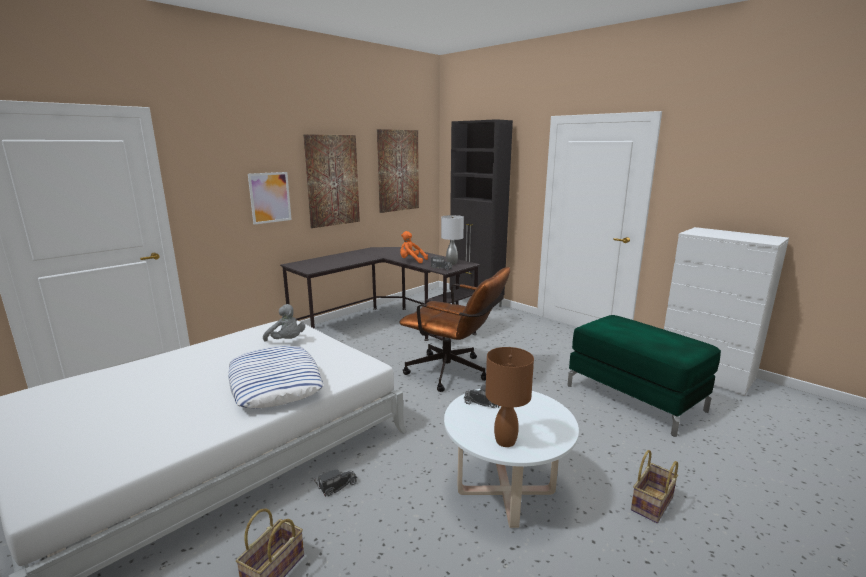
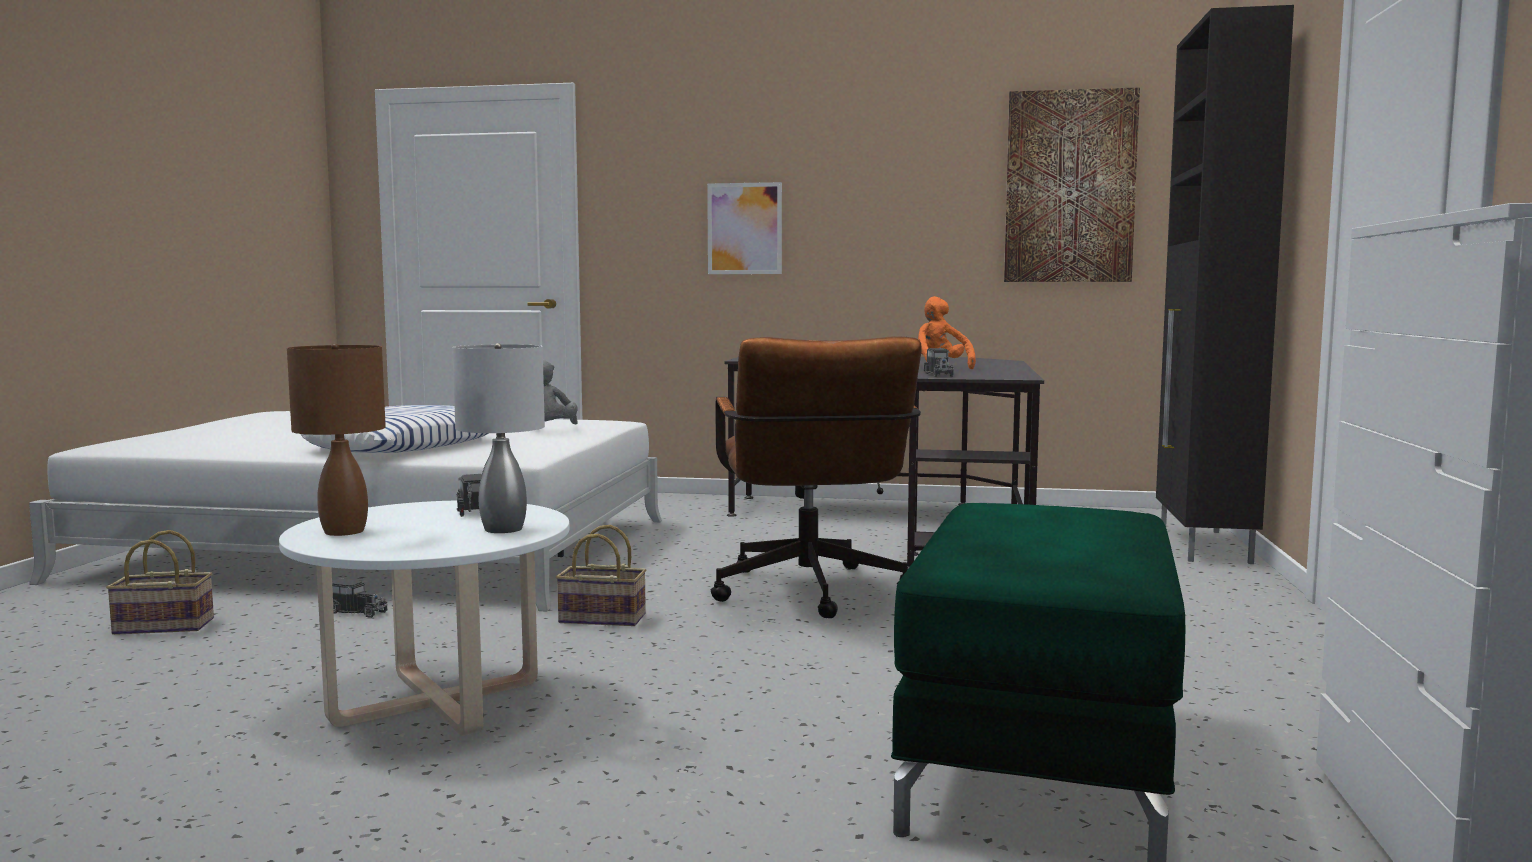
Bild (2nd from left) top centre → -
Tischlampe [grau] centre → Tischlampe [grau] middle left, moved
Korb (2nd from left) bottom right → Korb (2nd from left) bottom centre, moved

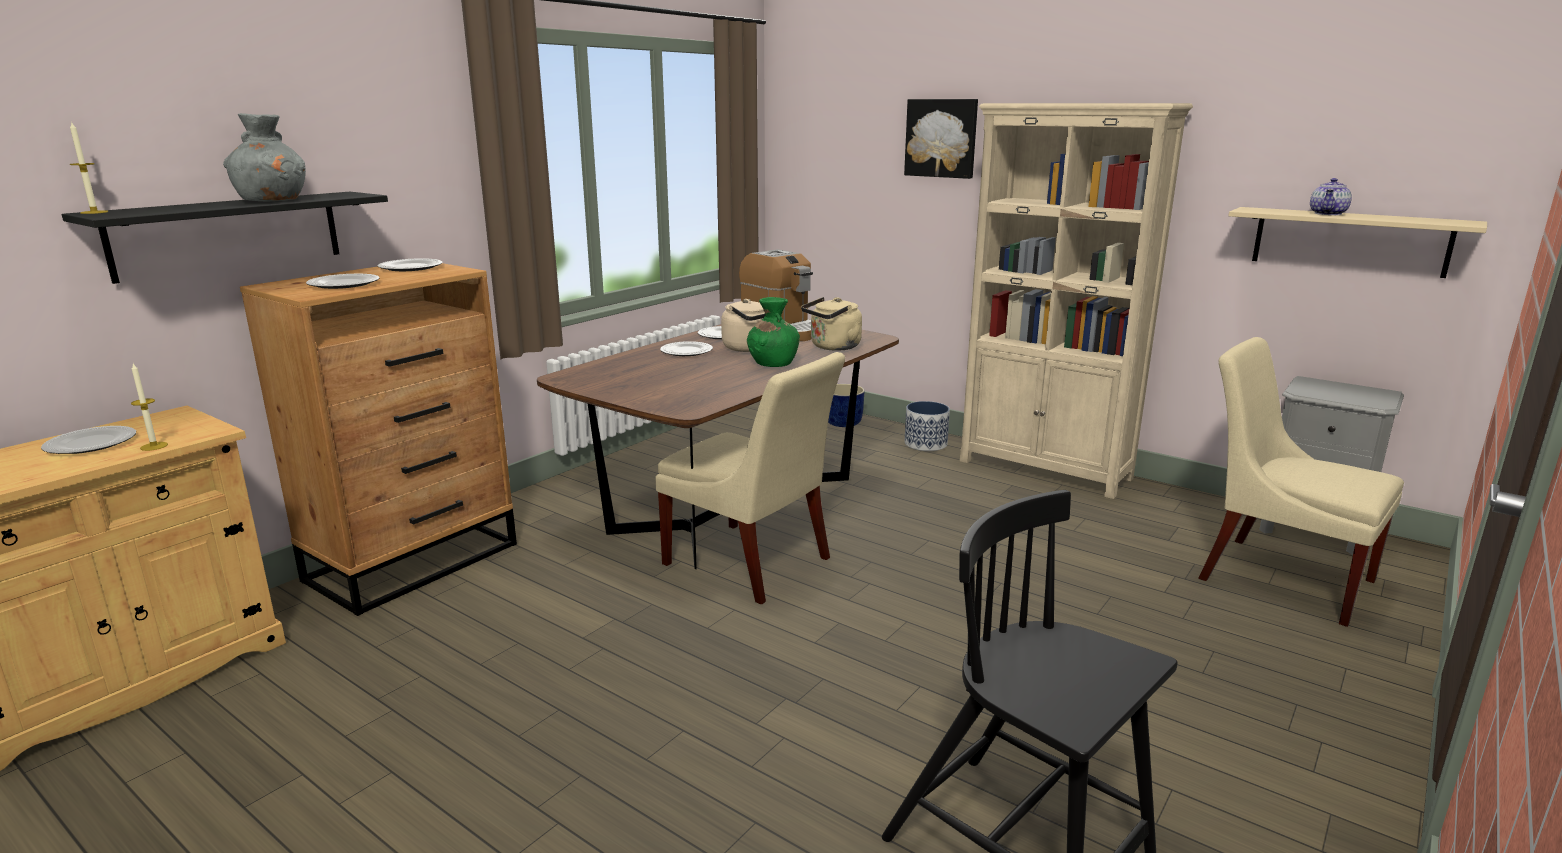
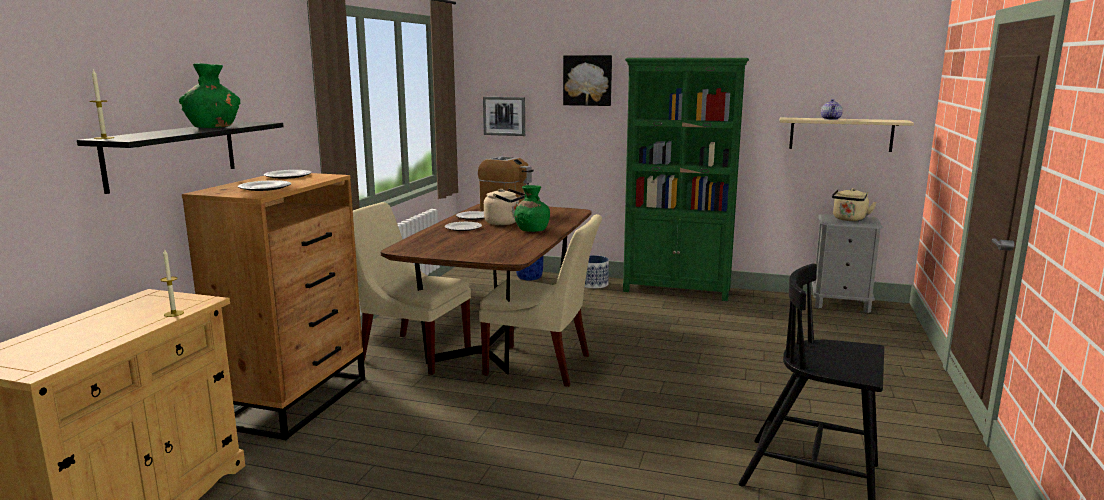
Teller (1st from left) middle left → -
- → Bild (1st from left) top centre
Wasserkessel [beige] (2nd from left) centre → Wasserkessel [beige] (2nd from left) middle right, moved
Stuhl [beige] (2nd from left in the first image) middle right → Stuhl [beige] (1st from left) centre, moved
Vase [grau] top left → Vase [grün] (1st from left) top left
Bücherregal [beige] middle right → Bücherregal [grün] centre

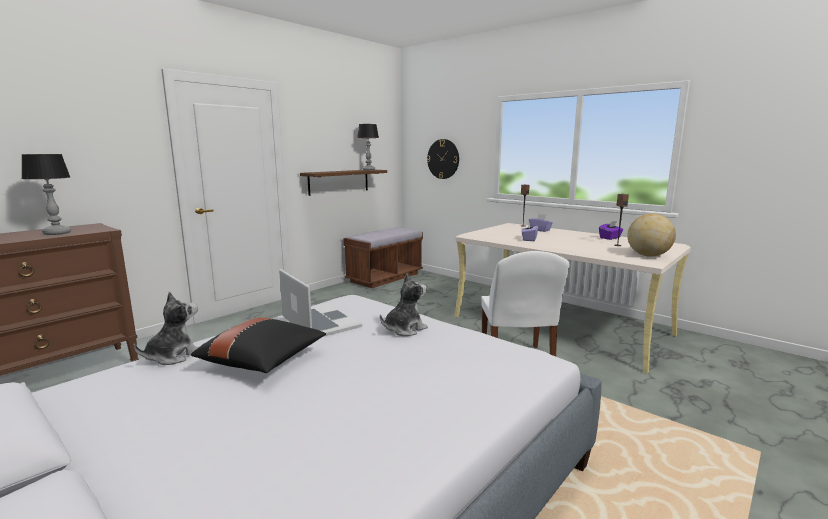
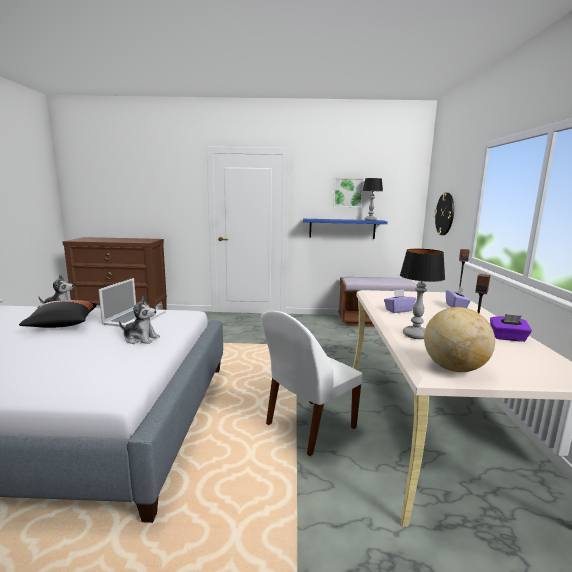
- → Bild centre
Tischlampe (1st from left in the first image) middle left → Tischlampe (2nd from left) middle right, moved
Wandregal [braun] centre → Wandregal [blau] centre

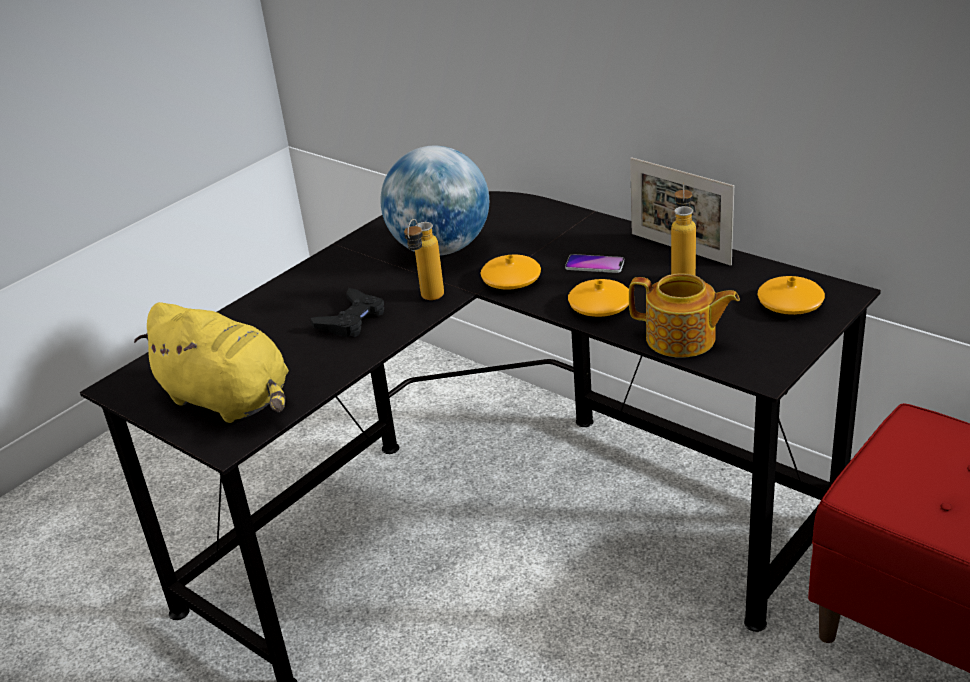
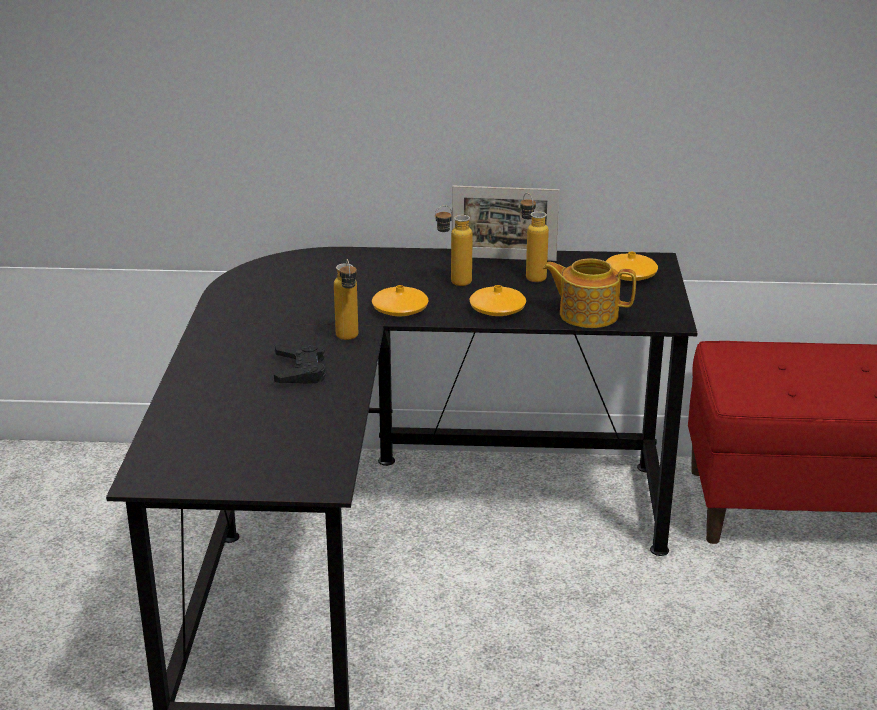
Plüschtier [gelb] middle left → -
Globus top centre → -
Handy centre → Flasche (2nd from left) centre
Teekanne middle right, 150 degrees counterclockwise

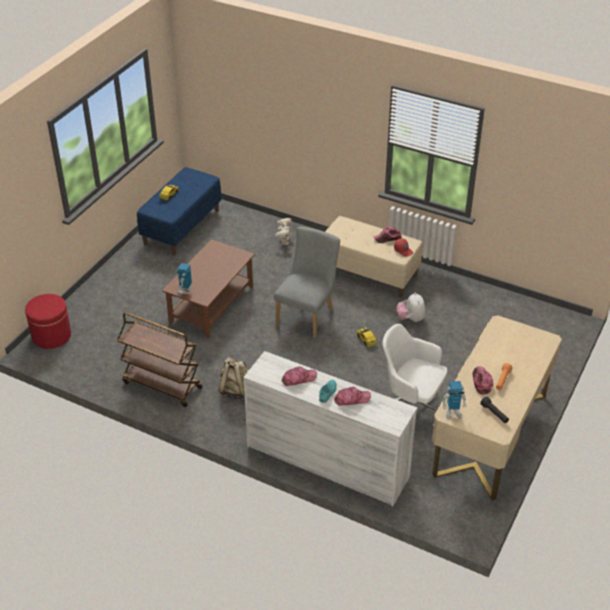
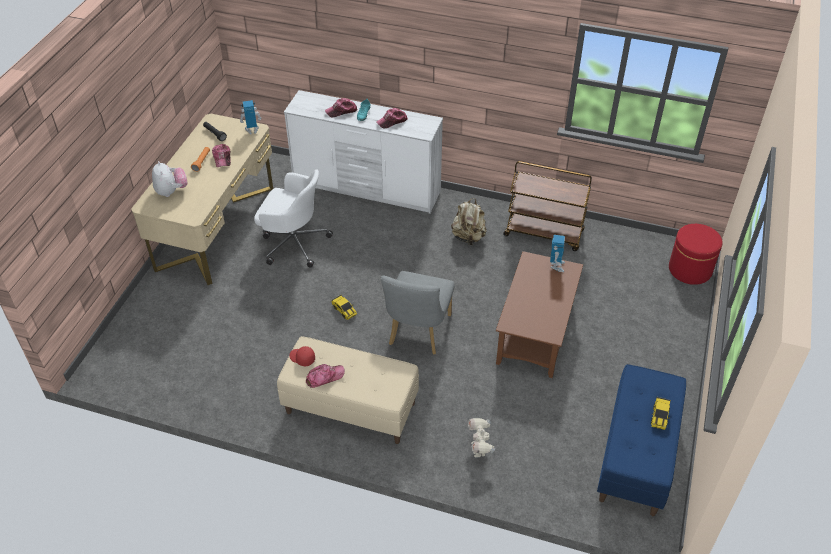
Plüschtier middle right → Plüschtier top left, moved

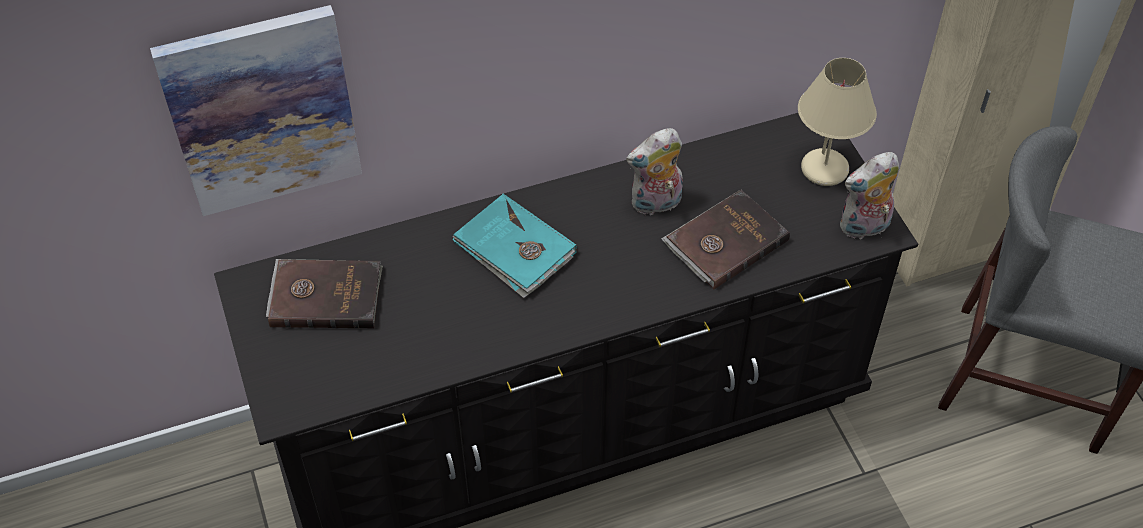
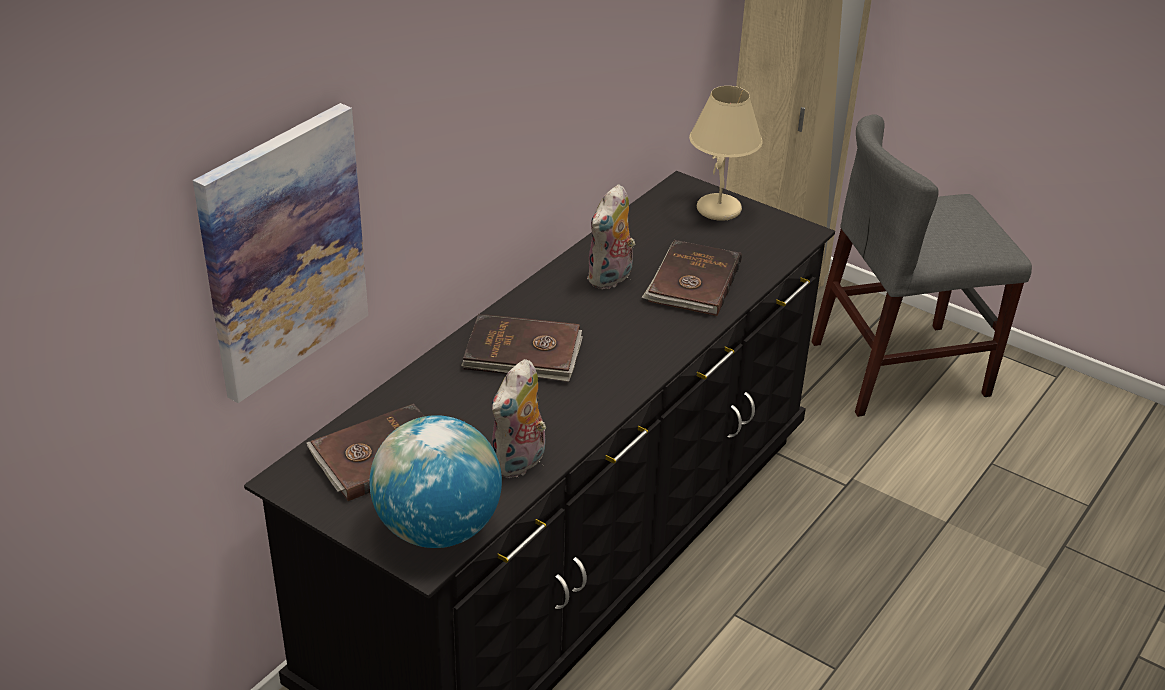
- → Globus bottom centre
Plüschtier (2nd from left in the first image) middle right → Plüschtier (1st from left) centre, moved
Buch [türkis] centre → Buch [braun] (2nd from left) centre

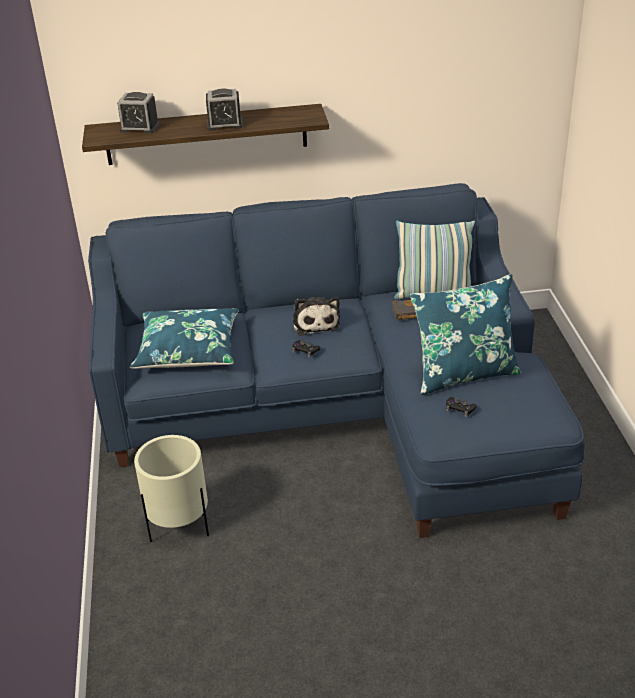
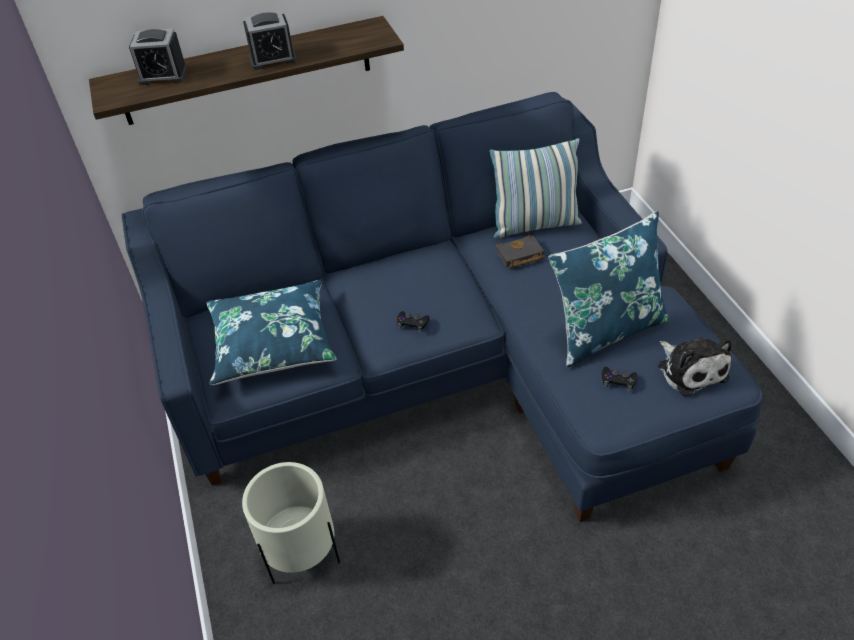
Plüschtier centre → Plüschtier middle right, moved

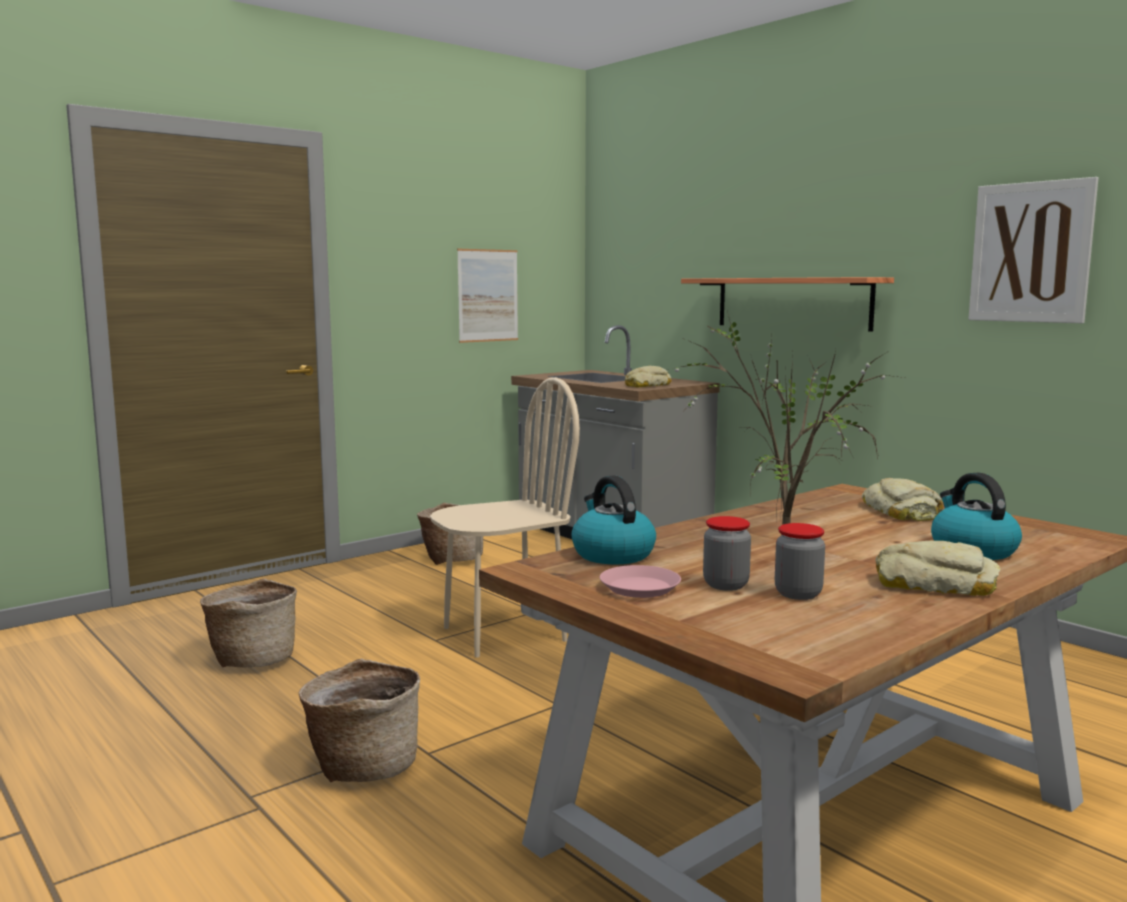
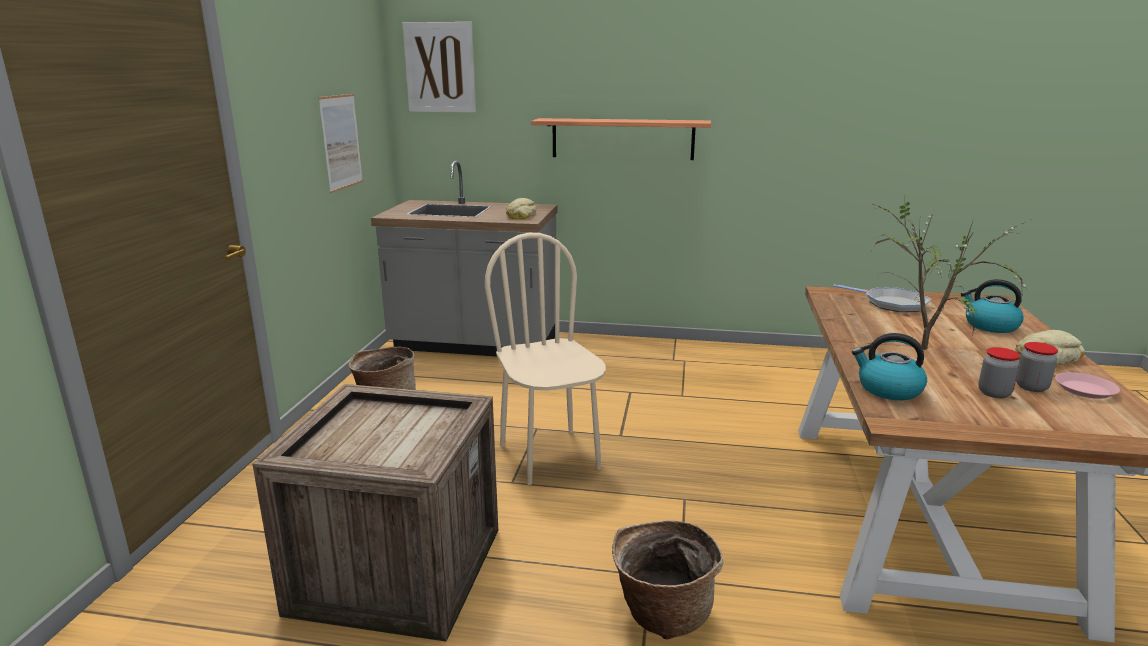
Teller [rosa] centre → Teller [rosa] middle right, moved
Bild (2nd from left) top right → Bild (2nd from left) top centre, moved
Korb (1st from left) bottom left → Kiste bottom left
Brot (2nd from left) middle right → Pfanne middle right
Stuhl [beige] centre, 45 degrees counterclockwise

